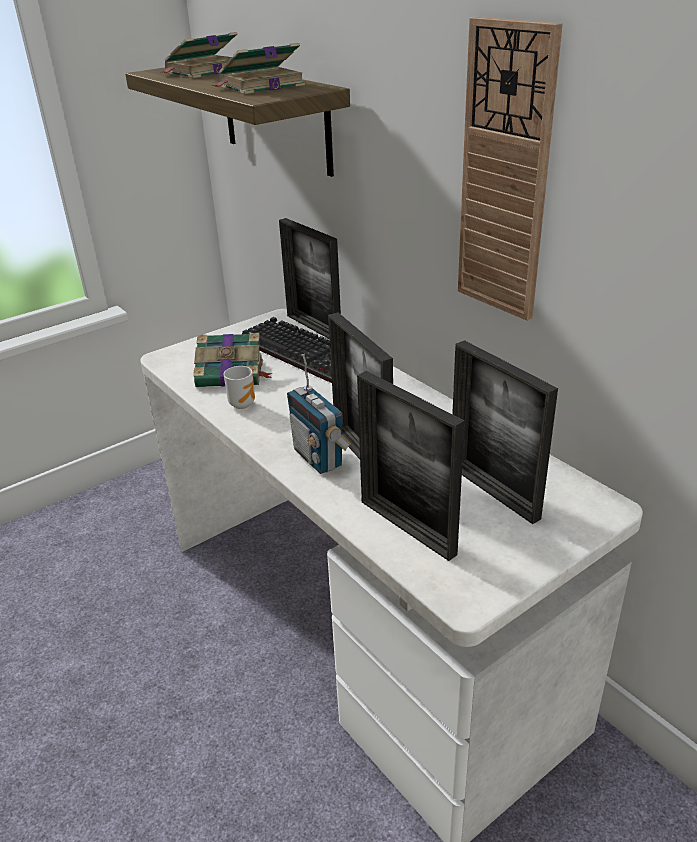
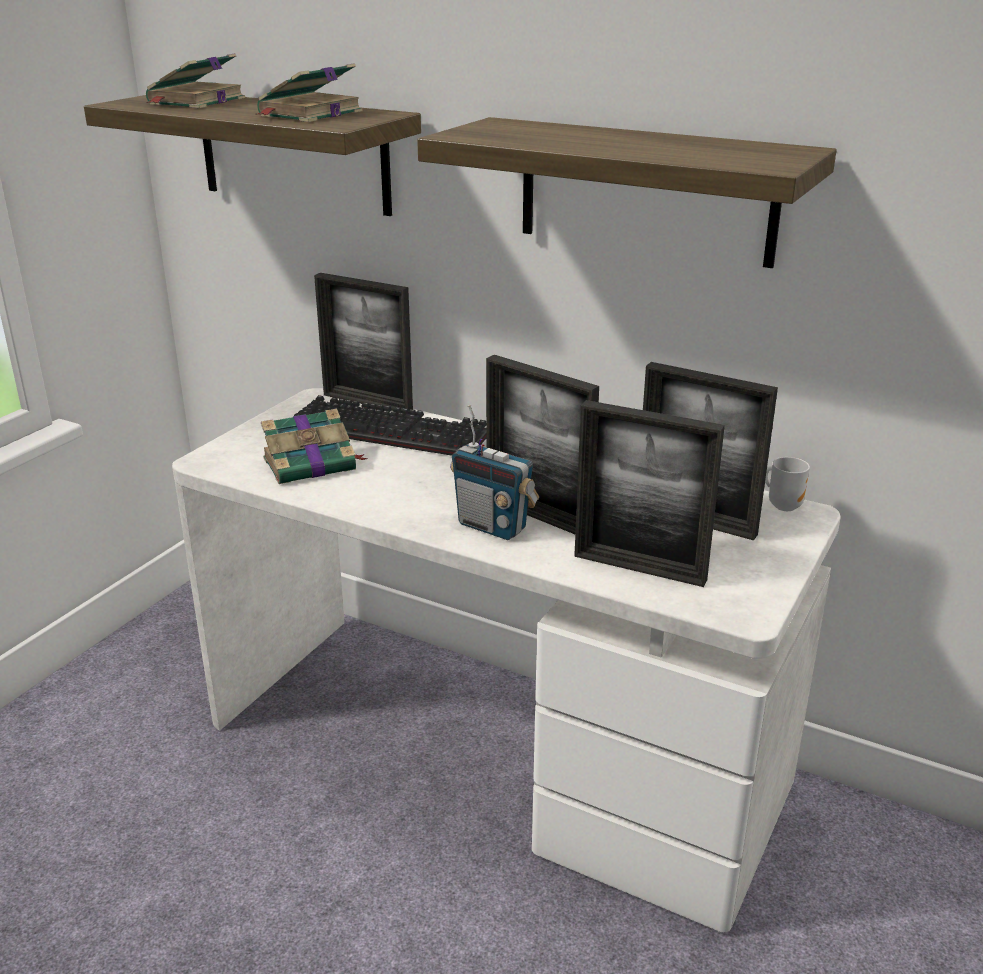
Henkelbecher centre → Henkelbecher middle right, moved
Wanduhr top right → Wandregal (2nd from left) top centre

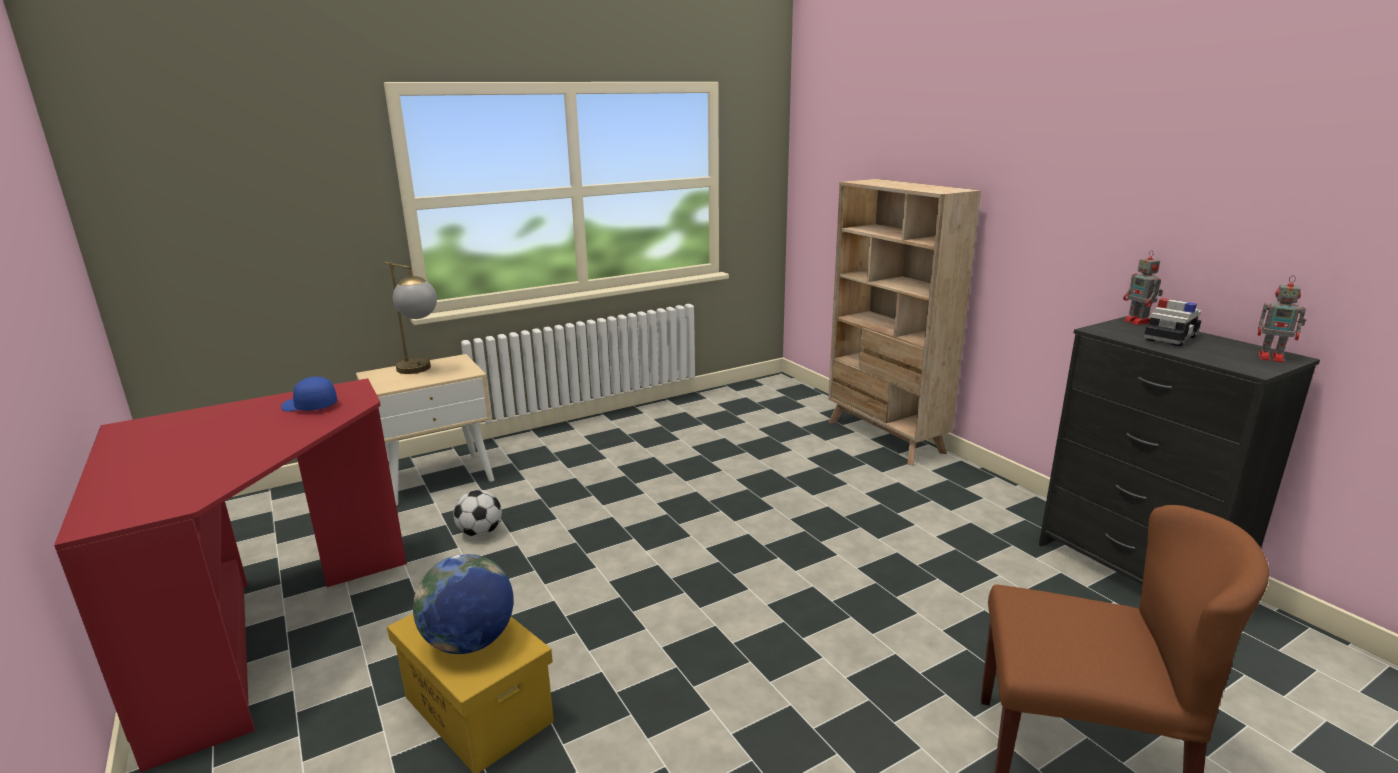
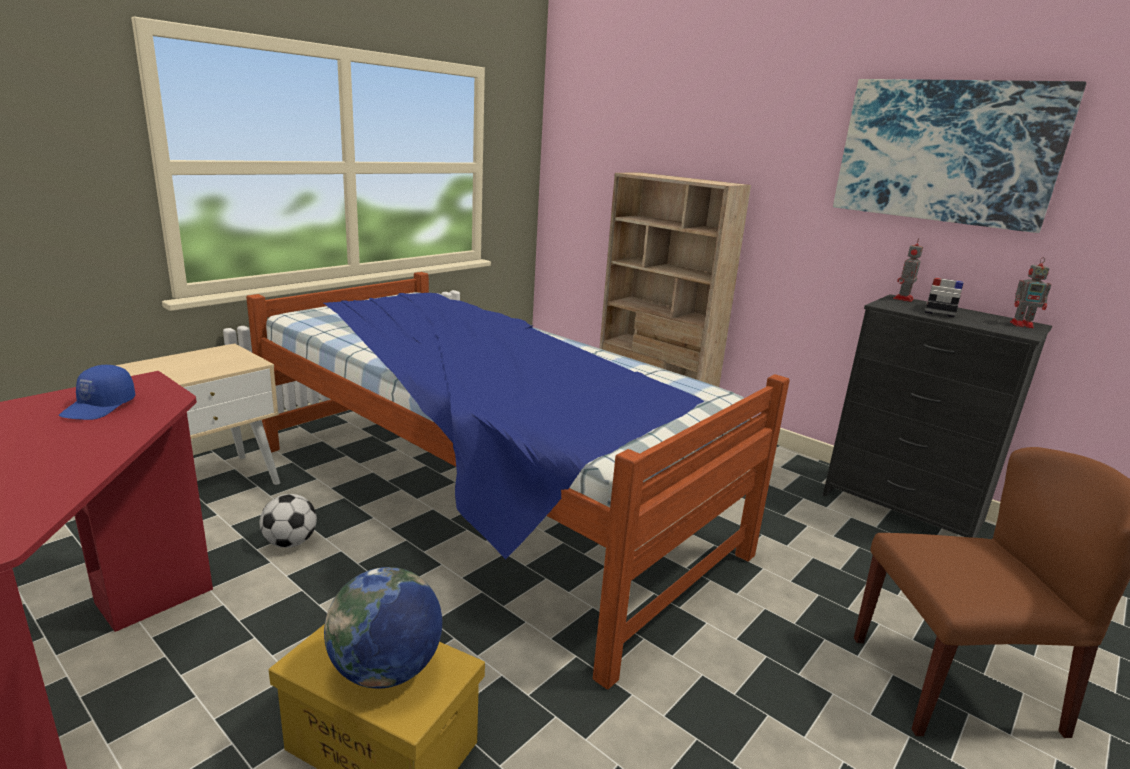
Tischlampe middle left → -
- → Bett centre
- → Bild top right
Kappe [blau] middle left, 75 degrees counterclockwise
Spielzeugroboter (1st from left) middle right, 75 degrees clockwise

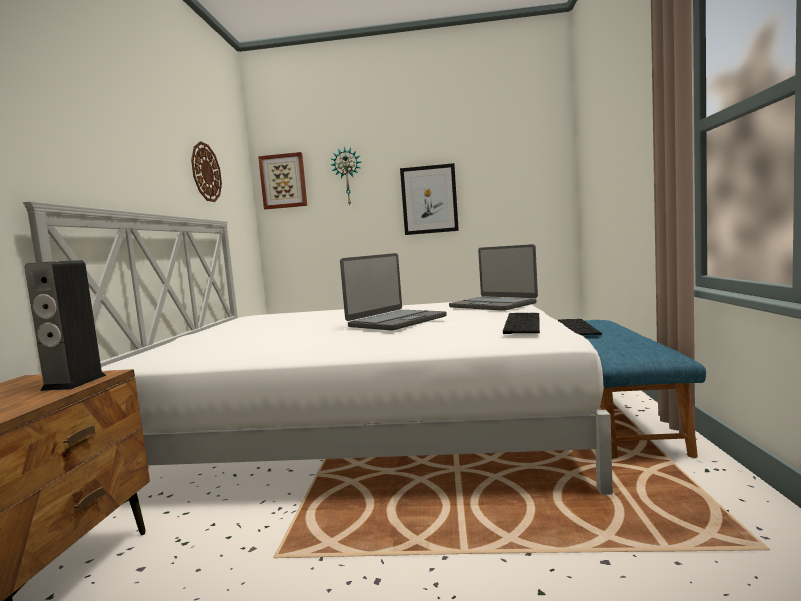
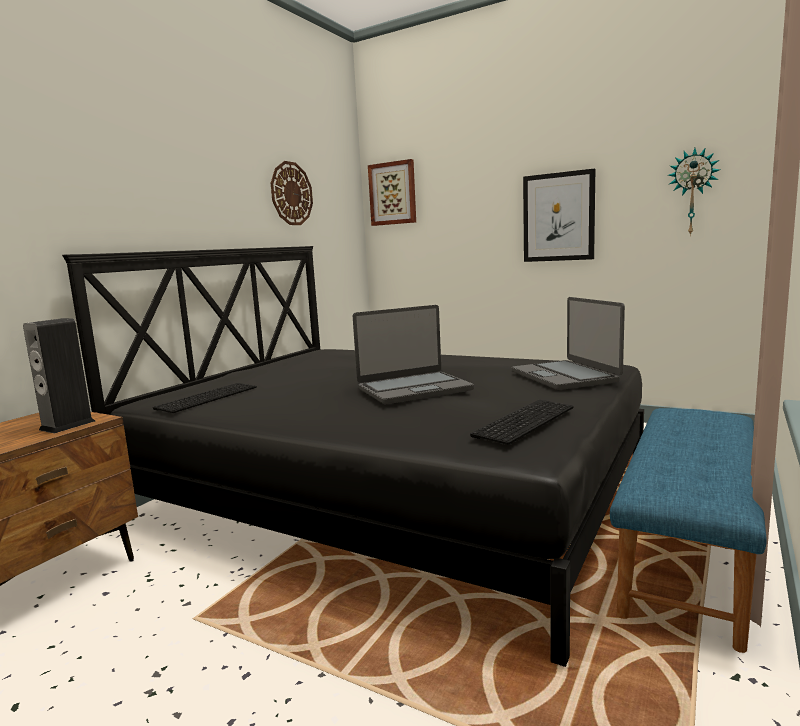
Wanduhr (2nd from left) top centre → Wanduhr (2nd from left) top right, moved
Tastatur (2nd from left in the first image) middle right → Tastatur (1st from left) middle left, moved
Bett [weiß] centre → Bett [schwarz] centre

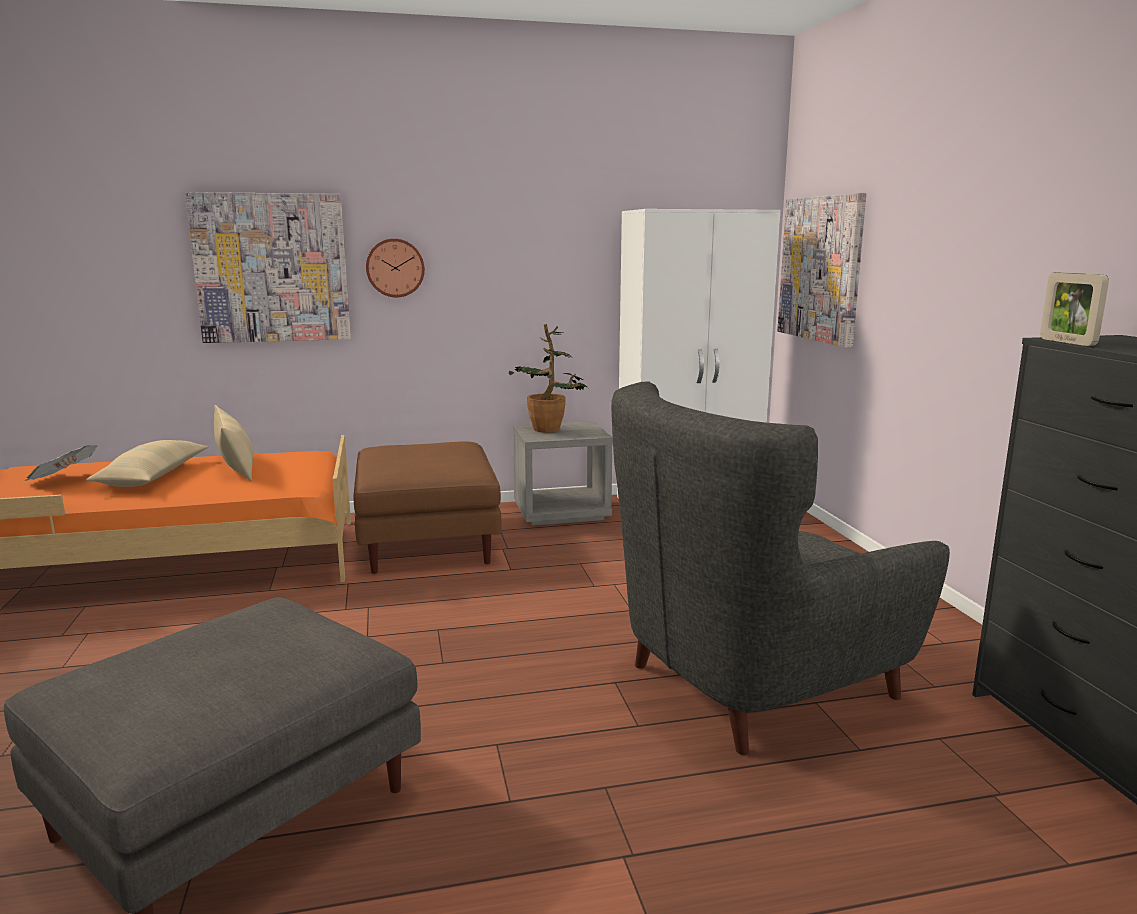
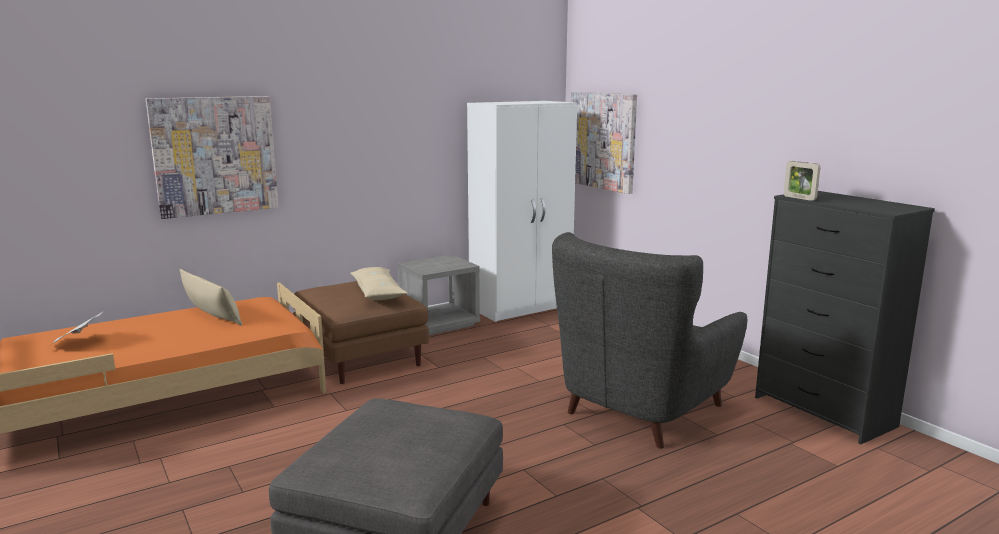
Wanduhr top centre → -
Topfpflanze centre → -
Kissen [beige] (1st from left in the first image) middle left → Kissen [beige] (2nd from left) centre, moved

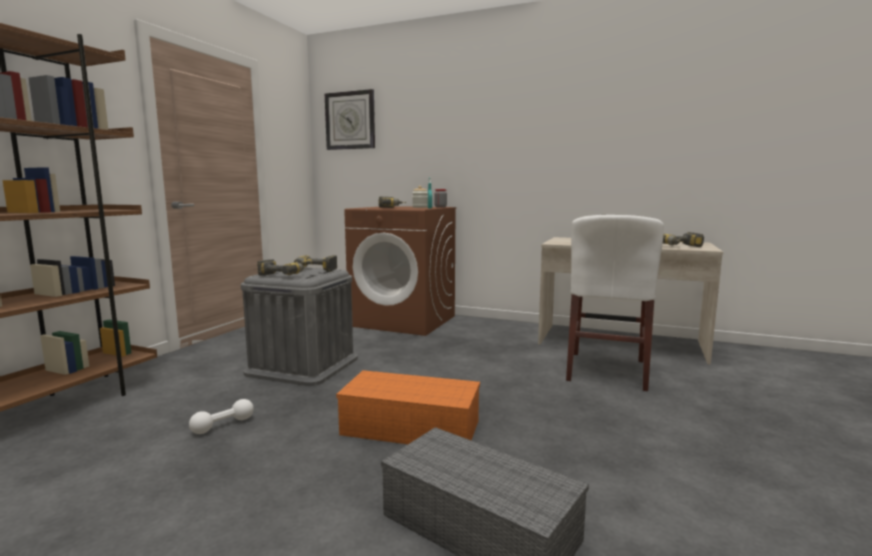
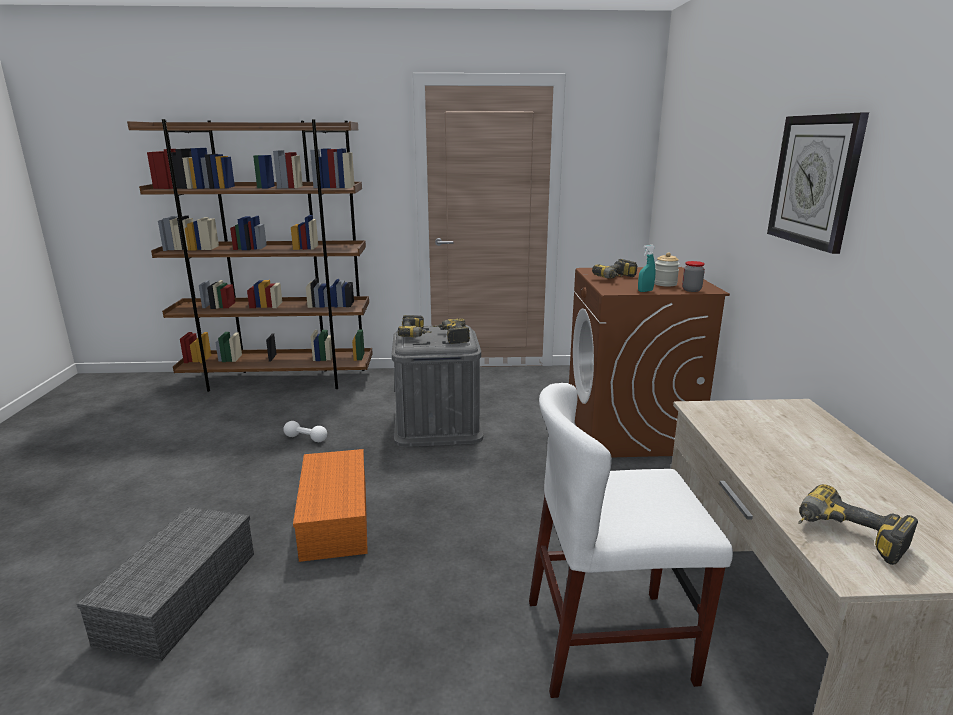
Wanduhr top centre → Wanduhr top right, moved

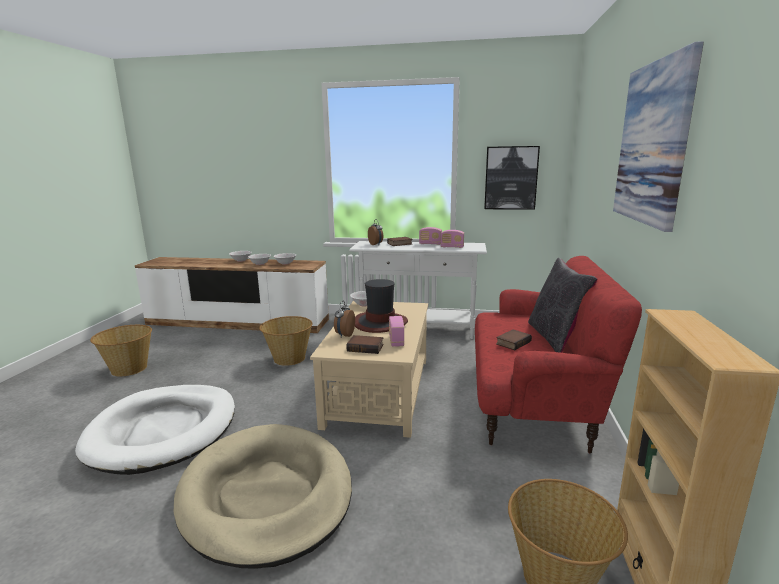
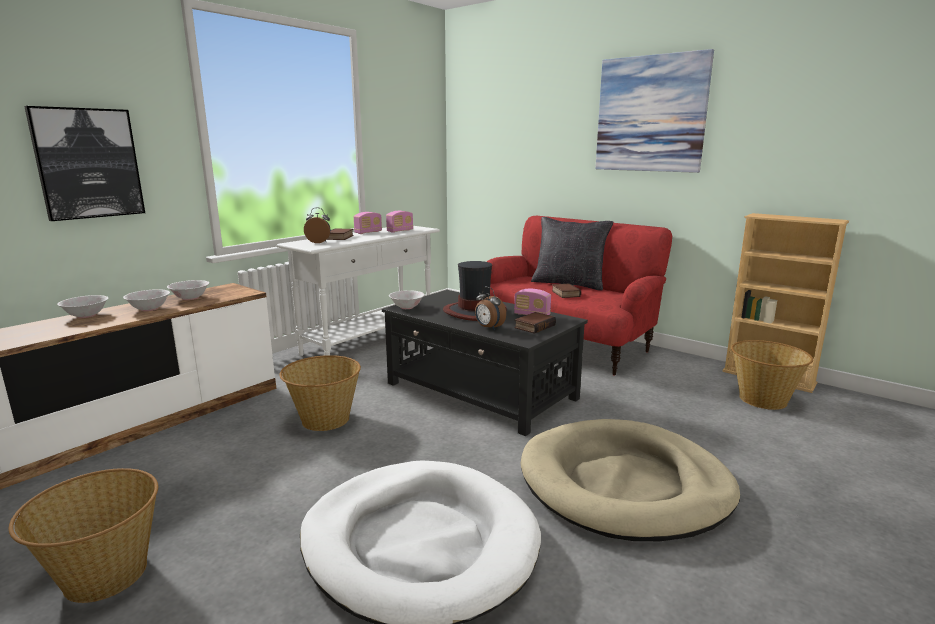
Bild (1st from left) top centre → Bild (1st from left) top left, moved
Couchtisch [beige] centre → Couchtisch [schwarz] centre

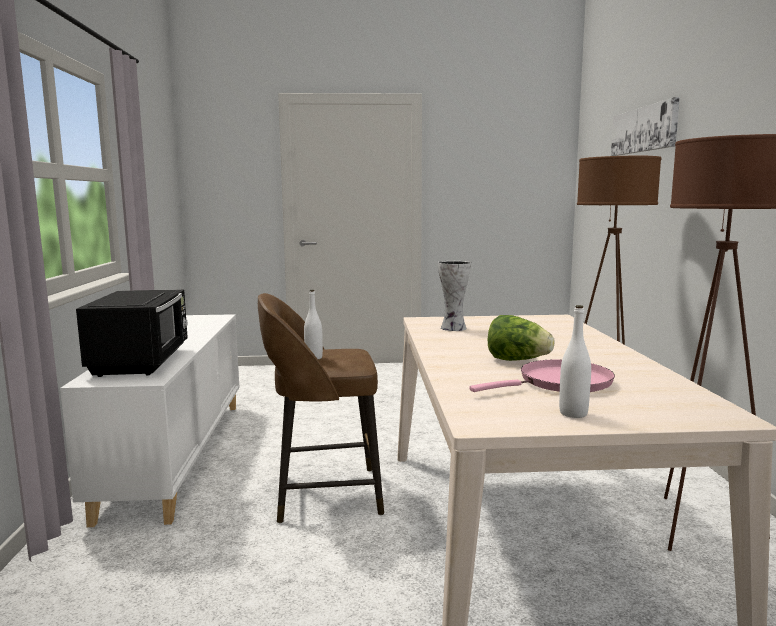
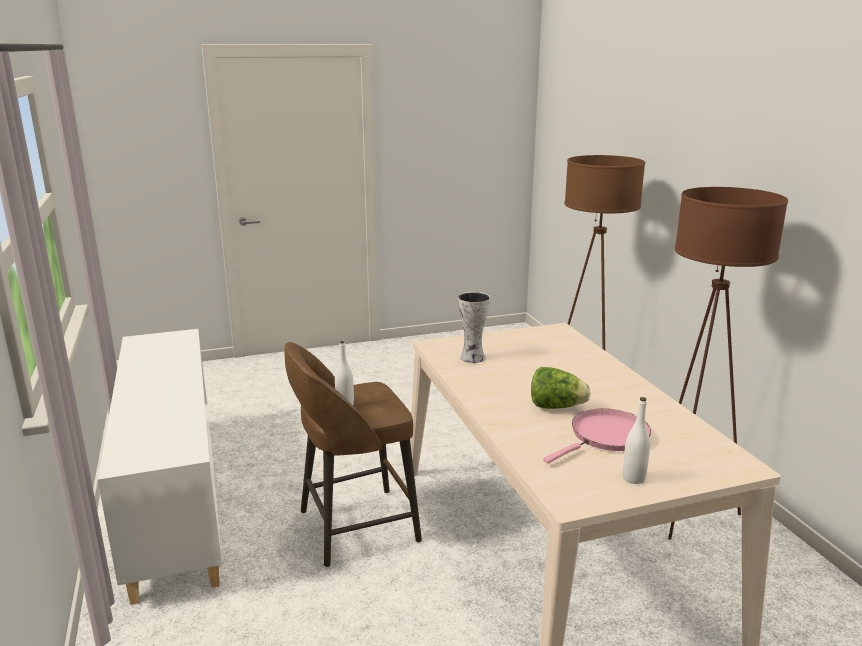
Mikrowelle [schwarz] middle left → -
Bild top right → -

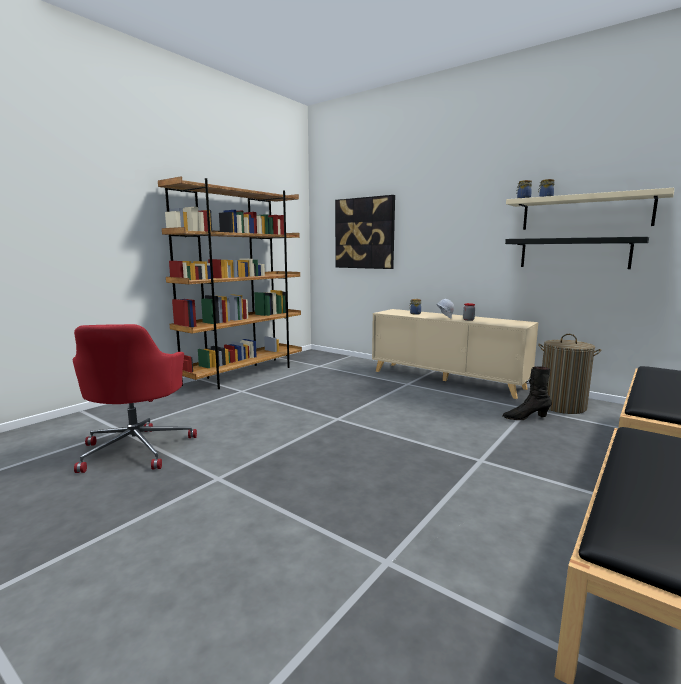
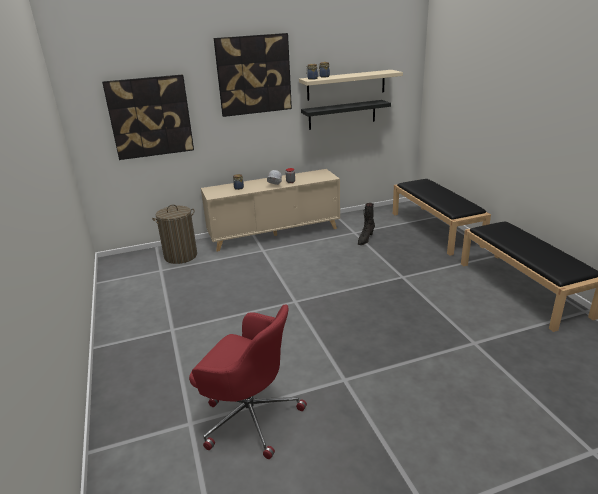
Bücherregal [braun] centre → -
- → Bild (2nd from left) top centre
Wäschekorb middle right → Wäschekorb middle left, moved

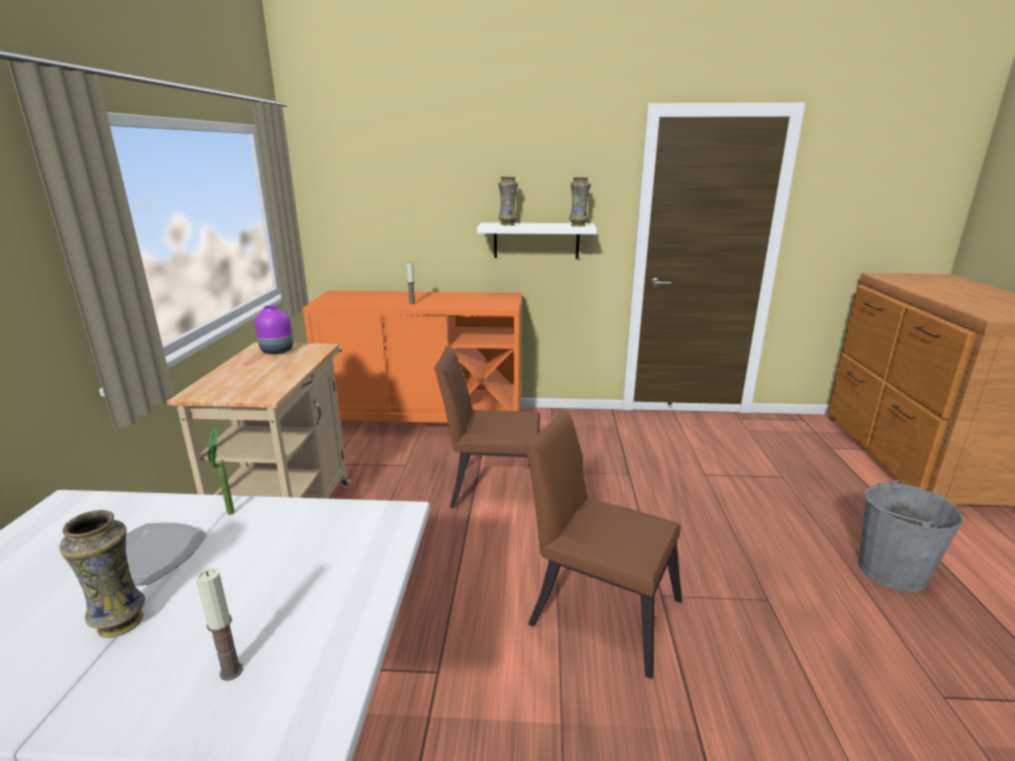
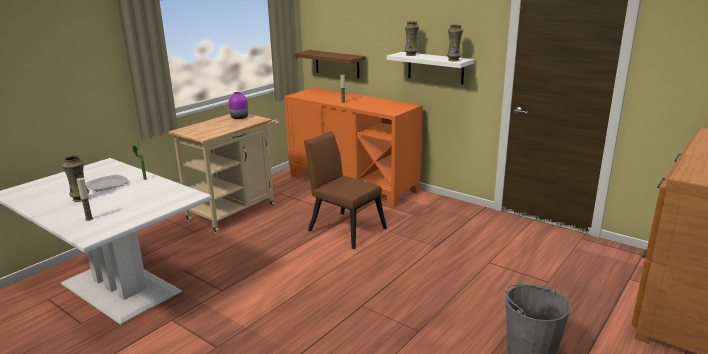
Stuhl [braun] (2nd from left) bottom centre → -
- → Wandregal [braun] top centre

